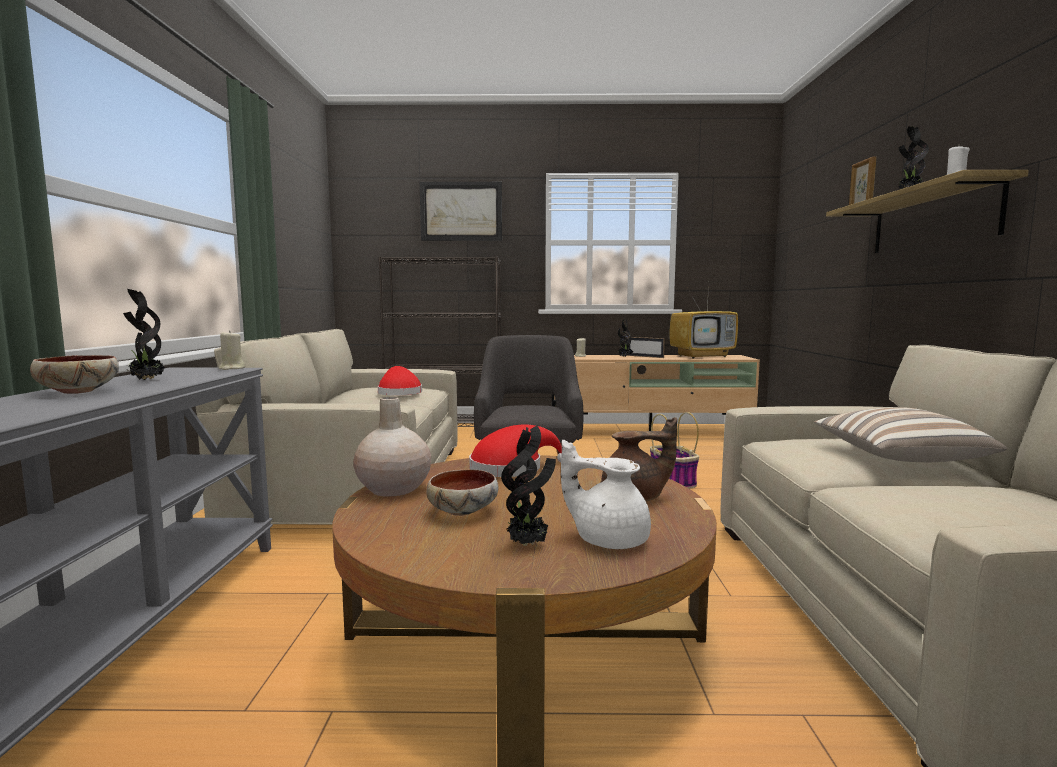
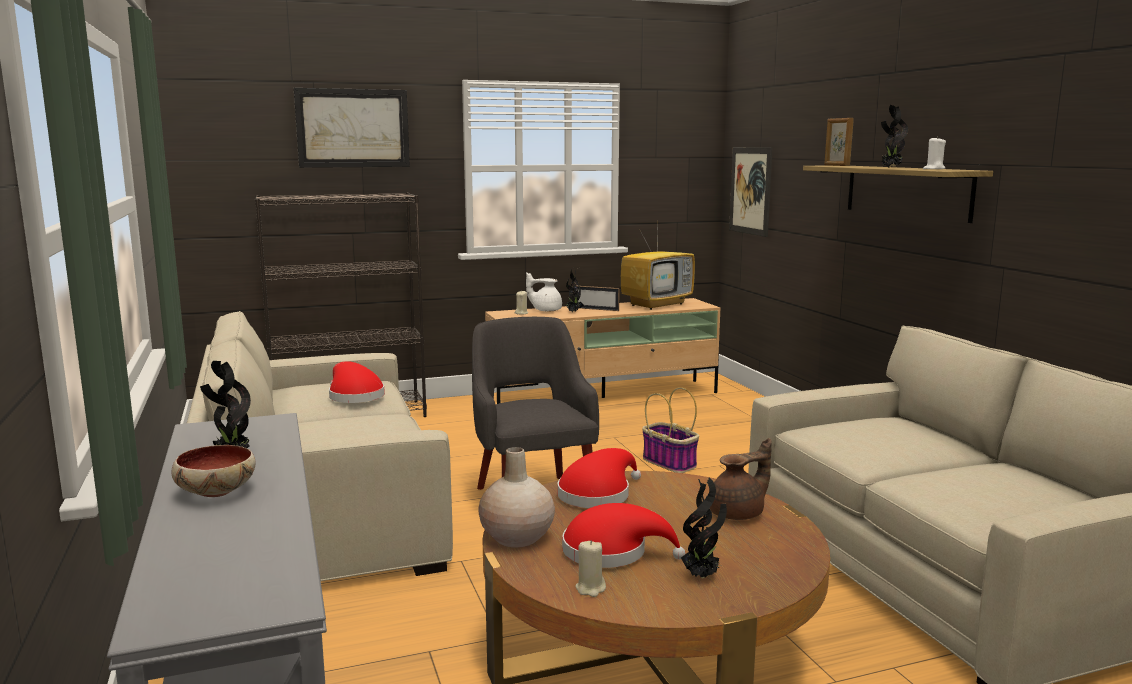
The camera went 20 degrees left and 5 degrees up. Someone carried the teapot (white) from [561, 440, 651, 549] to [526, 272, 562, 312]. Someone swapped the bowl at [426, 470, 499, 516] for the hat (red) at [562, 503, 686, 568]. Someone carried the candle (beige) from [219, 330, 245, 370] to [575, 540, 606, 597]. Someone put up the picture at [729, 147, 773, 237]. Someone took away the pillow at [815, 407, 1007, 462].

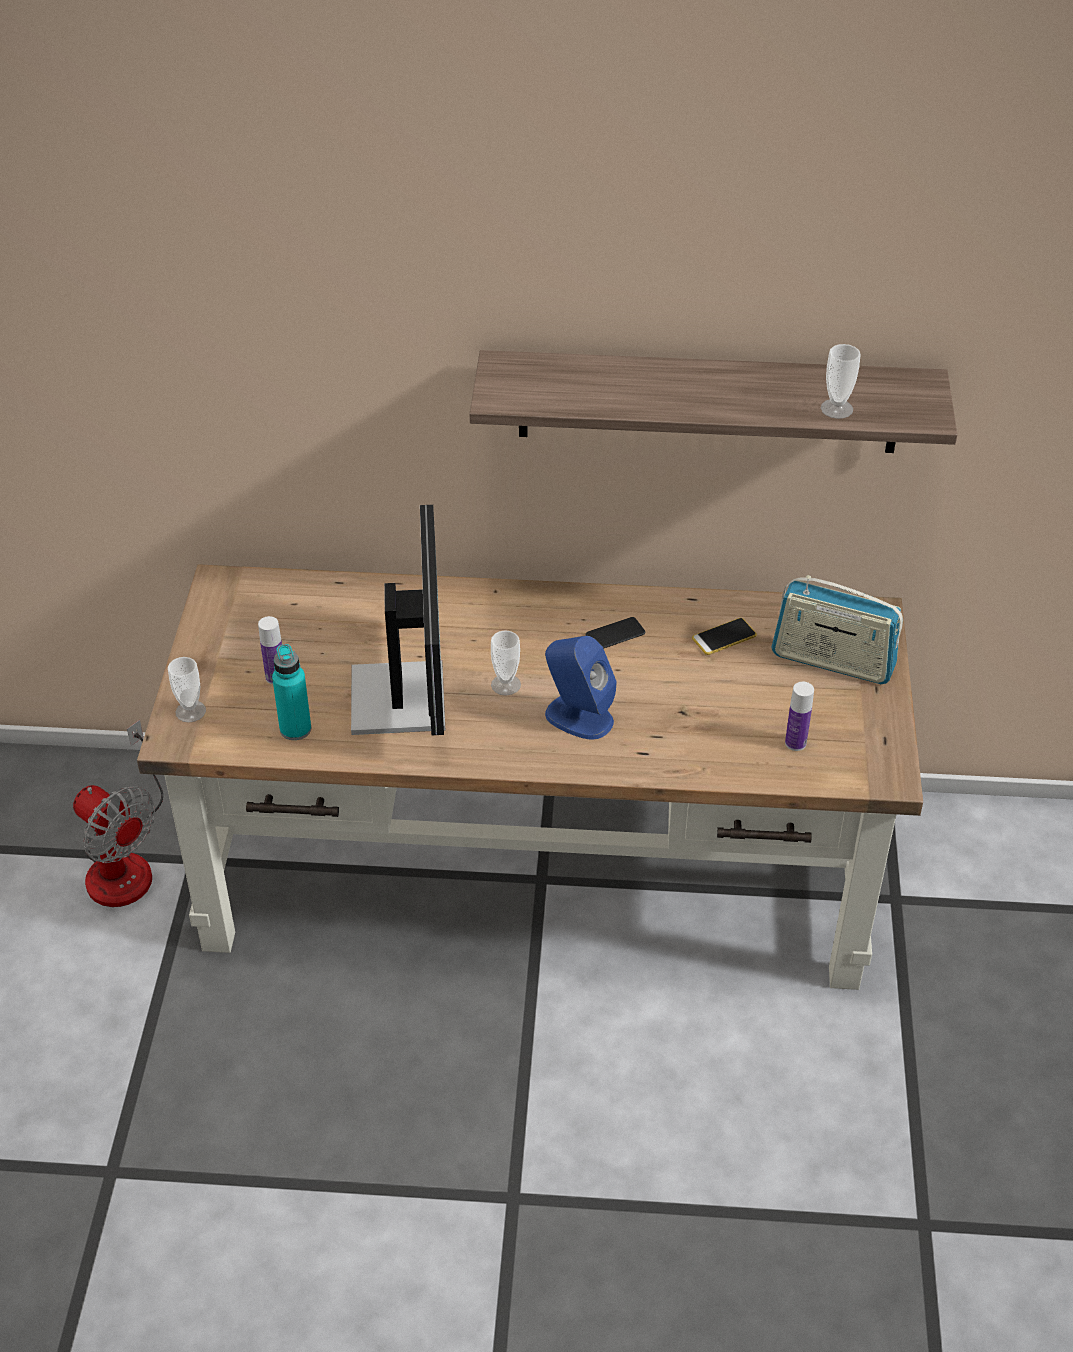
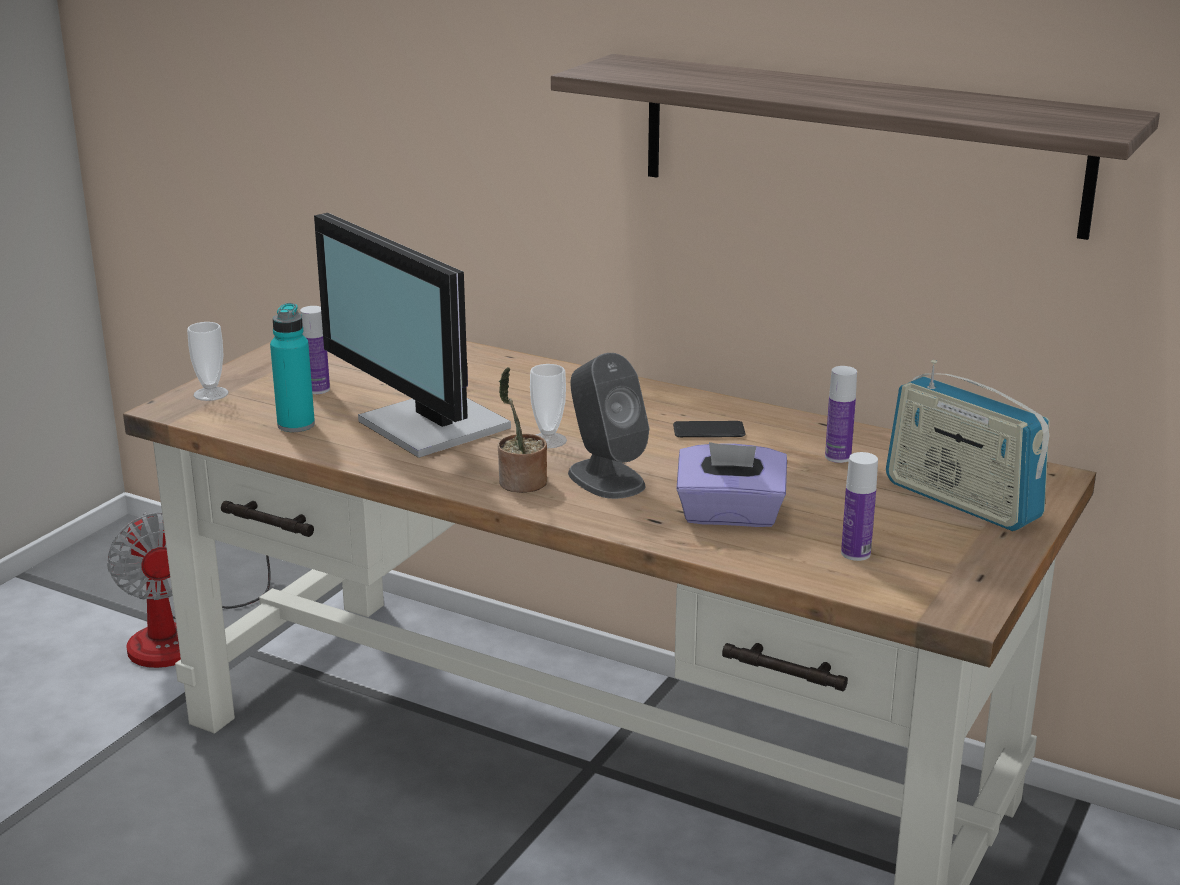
The camera went 25 degrees right and 20 degrees down. Someone rotated the monitor at [351, 505, 445, 735] by 120 degrees clockwise. Someone put down the potted plant at [498, 367, 547, 493]. Someone repainted the speaker (blue) at [545, 636, 617, 740], which became the speaker (grey) at [568, 353, 649, 499]. Someone put down the tissue box (purple) at [676, 442, 787, 527]. Someone swapped the phone at [692, 618, 757, 655] for the bottle at [825, 366, 857, 463]. Someone took away the cup at [821, 344, 861, 419].

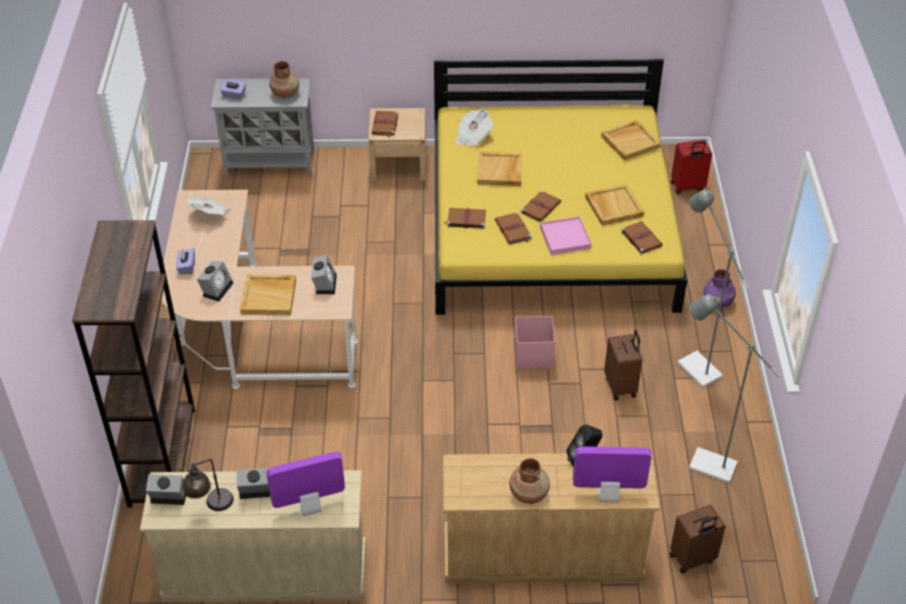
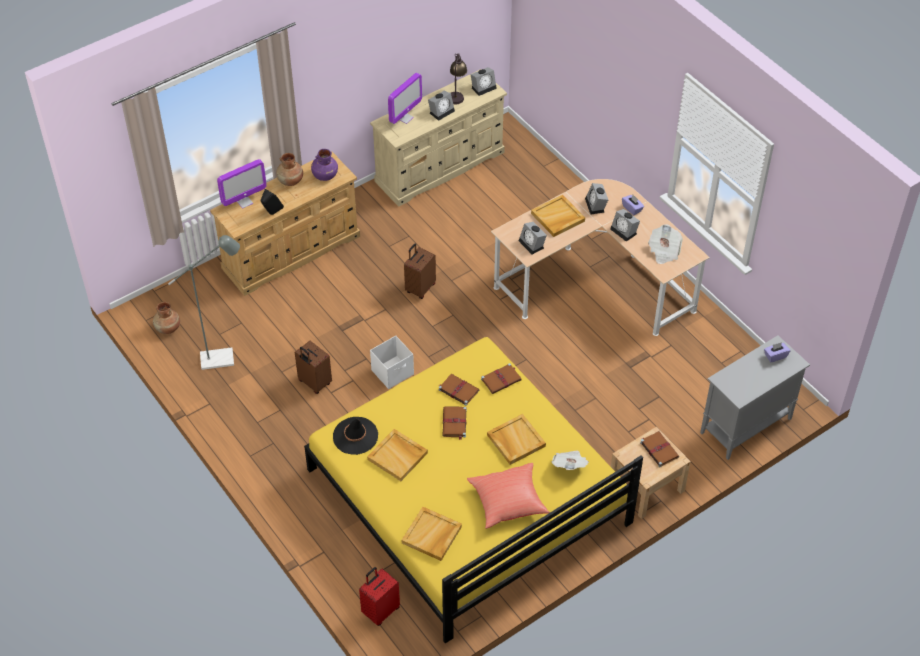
The camera went 145 degrees right and 5 degrees up. Someone carried the vase (brown) from [269, 61, 299, 98] to [153, 302, 180, 334]. Someone carried the vase (purple) from [704, 269, 736, 308] to [311, 149, 338, 181]. Someone swapped the book (brown) at [621, 221, 663, 254] for the hat (black) at [333, 417, 378, 455]. Someone repainted the storage box (pink) at [514, 316, 555, 369], which became the storage box (white) at [370, 336, 414, 389]. Someone carried the suitcase (brown) from [670, 505, 726, 574] to [404, 244, 436, 299]. Someone put down the pillow (red) at [467, 463, 549, 529]. Someone put down the alarm clock at [610, 209, 640, 242]. Someone took away the bookcase (brown) at [72, 220, 195, 508]. Someone took away the tray (pink) at [540, 217, 591, 255]. Someone took away the floor lamp (grey) at [677, 189, 749, 388].

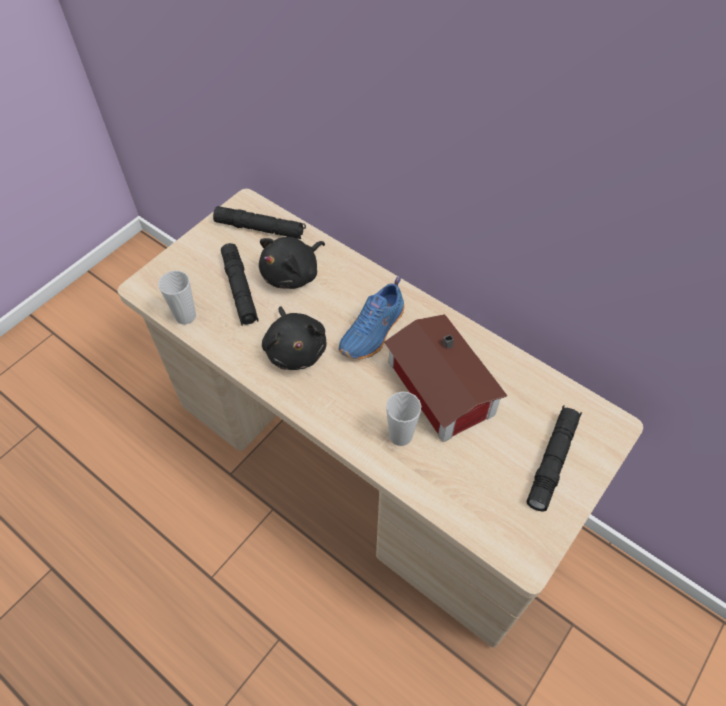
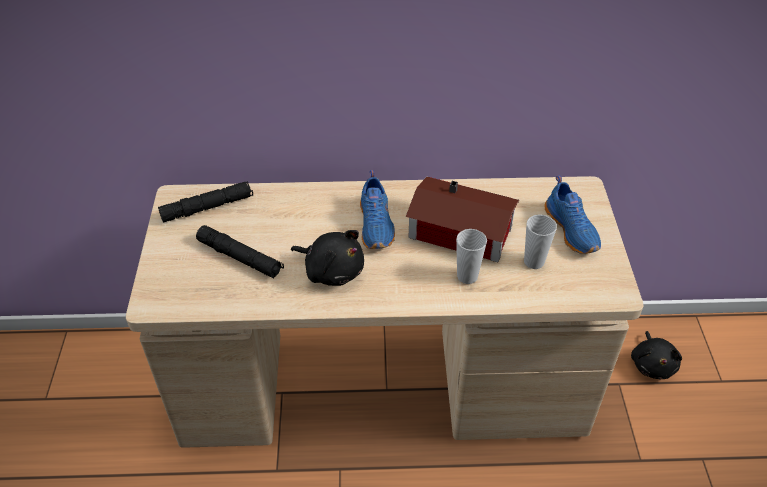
The camera went 40 degrees left and 10 degrees down. Someone carried the cup from [158, 271, 196, 324] to [524, 214, 557, 269]. Someone swapped the flashlight (black) at [526, 405, 582, 512] for the shoe (blue) at [544, 175, 601, 254]. Someone carried the plush toy (black) from [259, 237, 325, 289] to [631, 331, 682, 379].

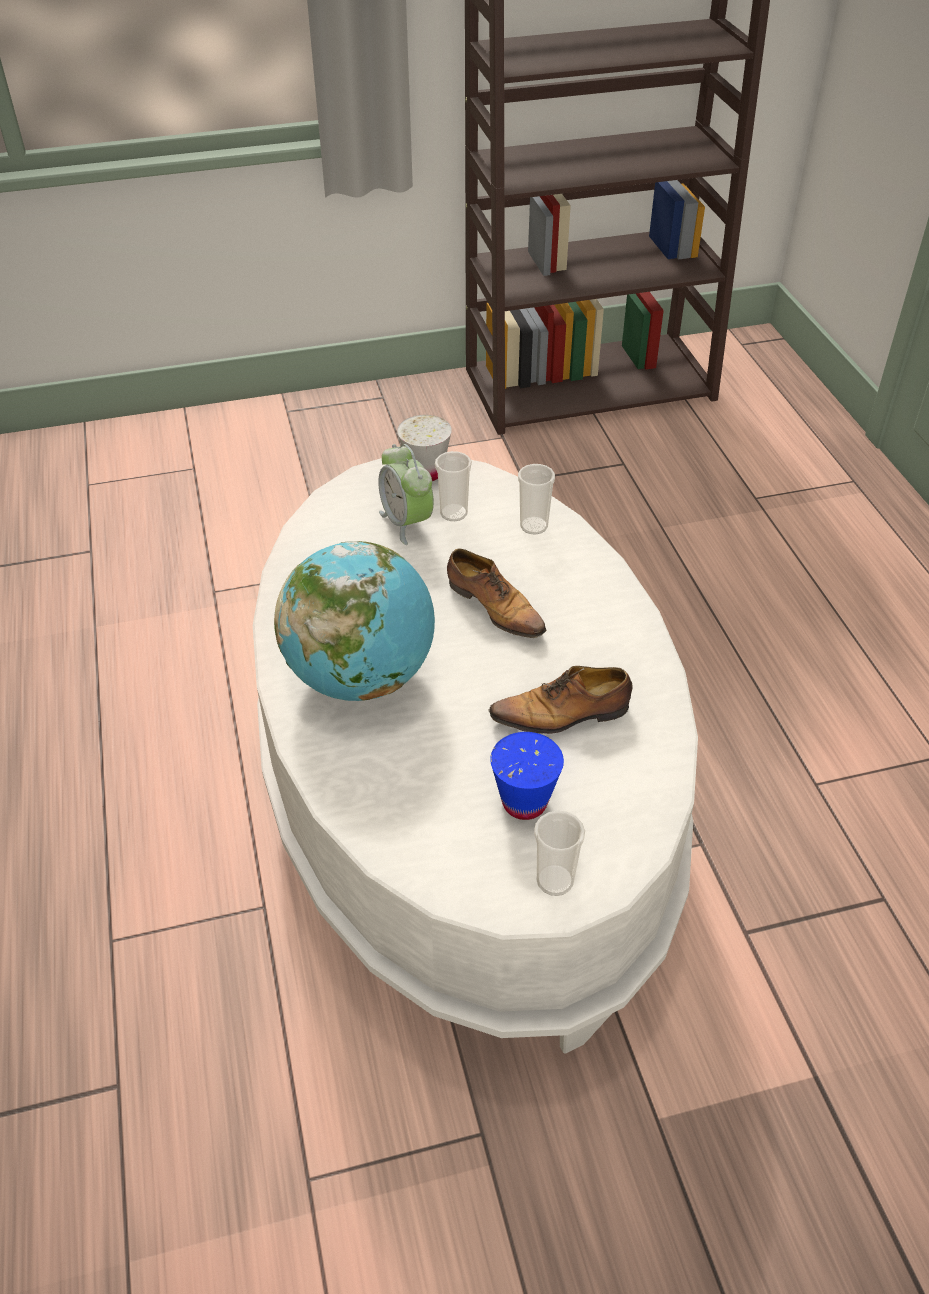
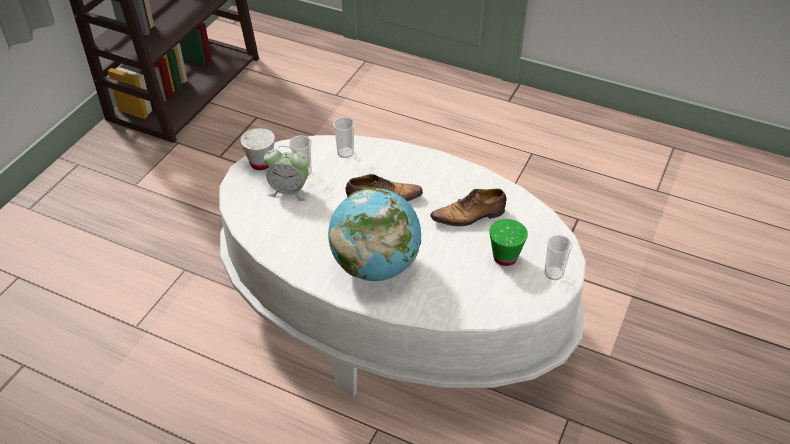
The camera went 50 degrees left and 0 degrees up. Someone rotated the shoe at [489, 666, 633, 734] by 45 degrees clockwise. Someone repainted the cup (blue) at [490, 732, 564, 820], which became the cup (green) at [489, 219, 528, 266].

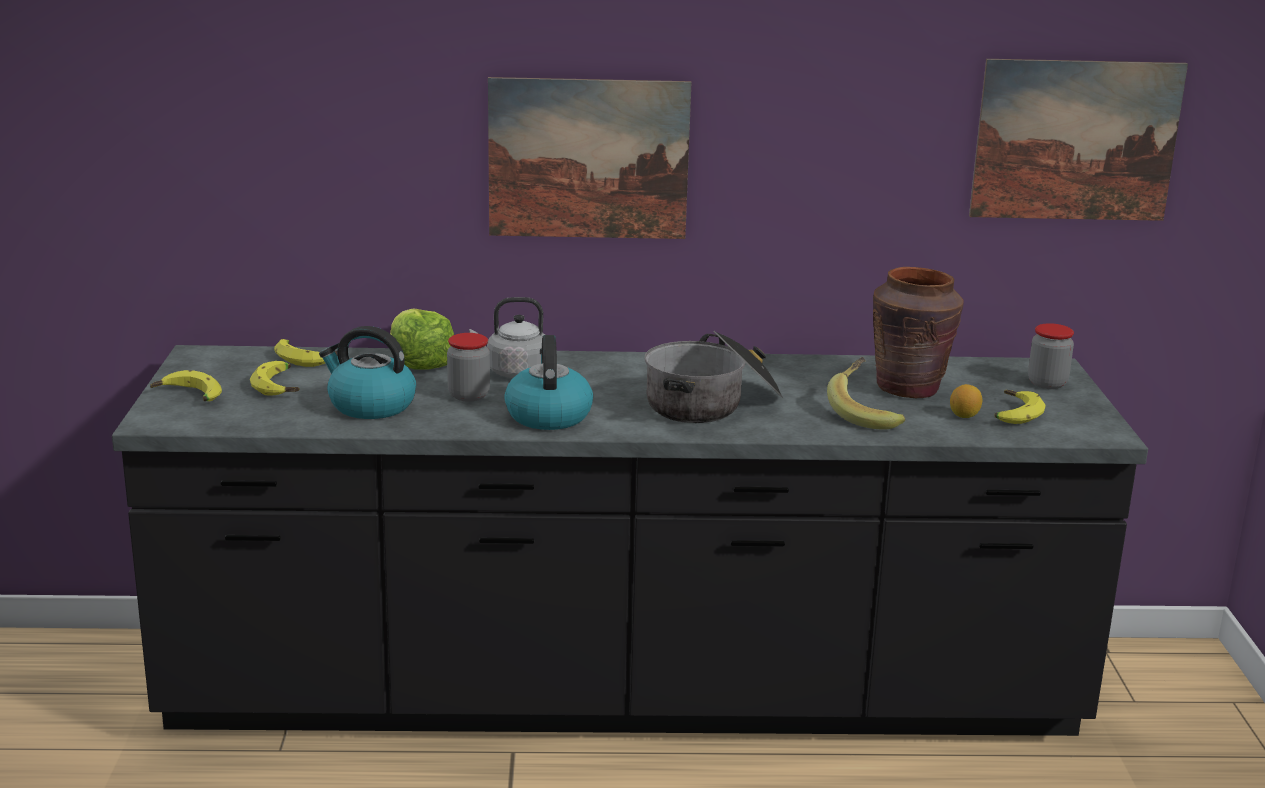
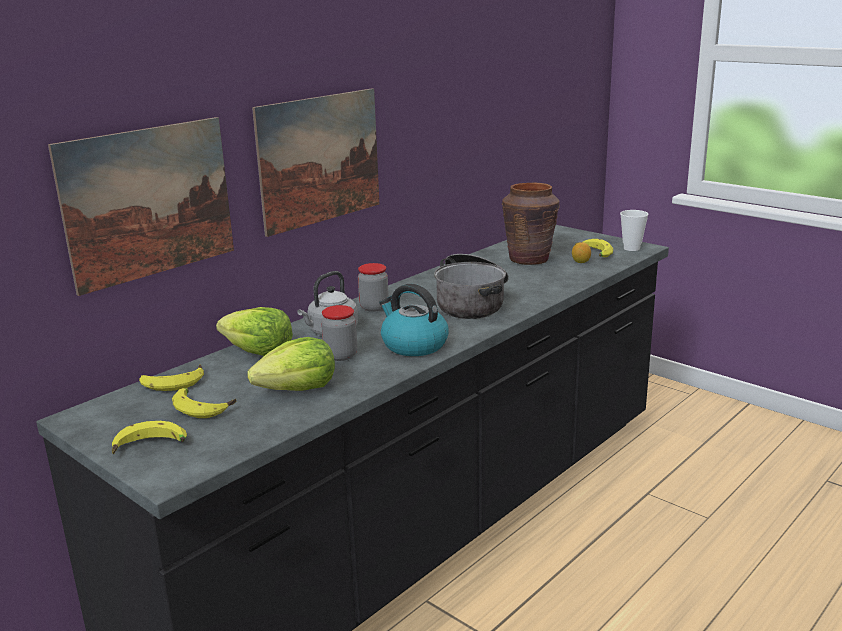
The camera went 45 degrees left and 0 degrees up. Someone carried the picture from [969, 59, 1188, 221] to [48, 117, 234, 296]. Someone swapped the kettle at [319, 326, 416, 419] for the lettuce at [247, 337, 335, 391]. Someone carried the jar from [1028, 323, 1074, 389] to [358, 263, 389, 312]. Someone put down the cup at [620, 210, 648, 251]. Someone took away the banana at [827, 357, 905, 430].

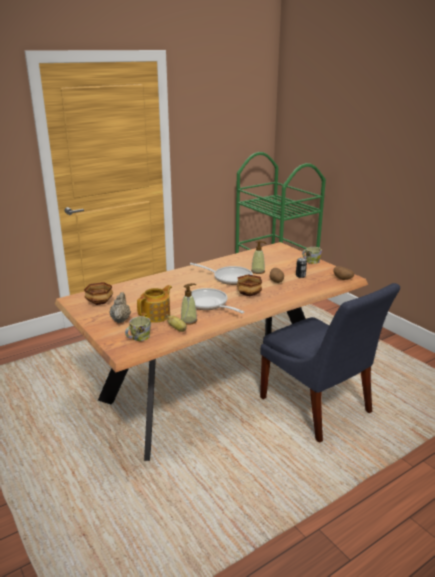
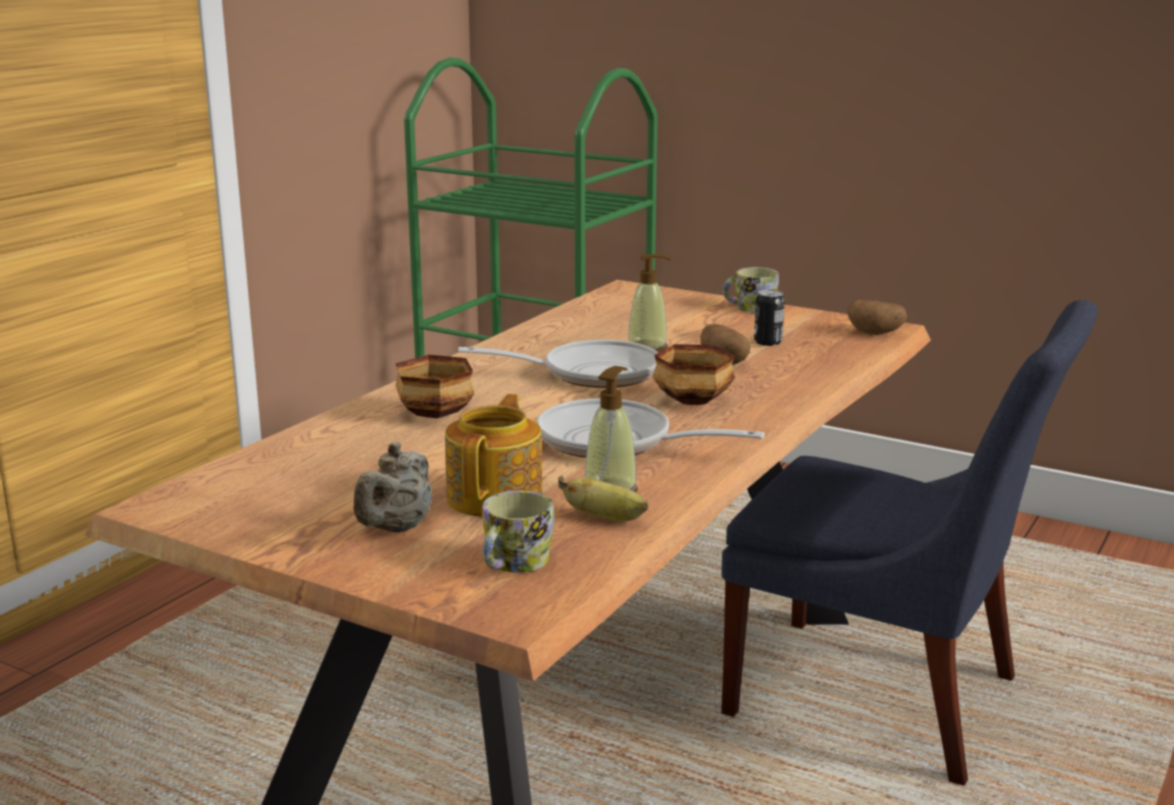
The camera went 25 degrees left and 5 degrees down. Someone rotated the teapot (beige) at [109, 292, 131, 323] by 135 degrees counterclockwise. Someone carried the bowl from [84, 282, 113, 305] to [395, 355, 475, 418].

